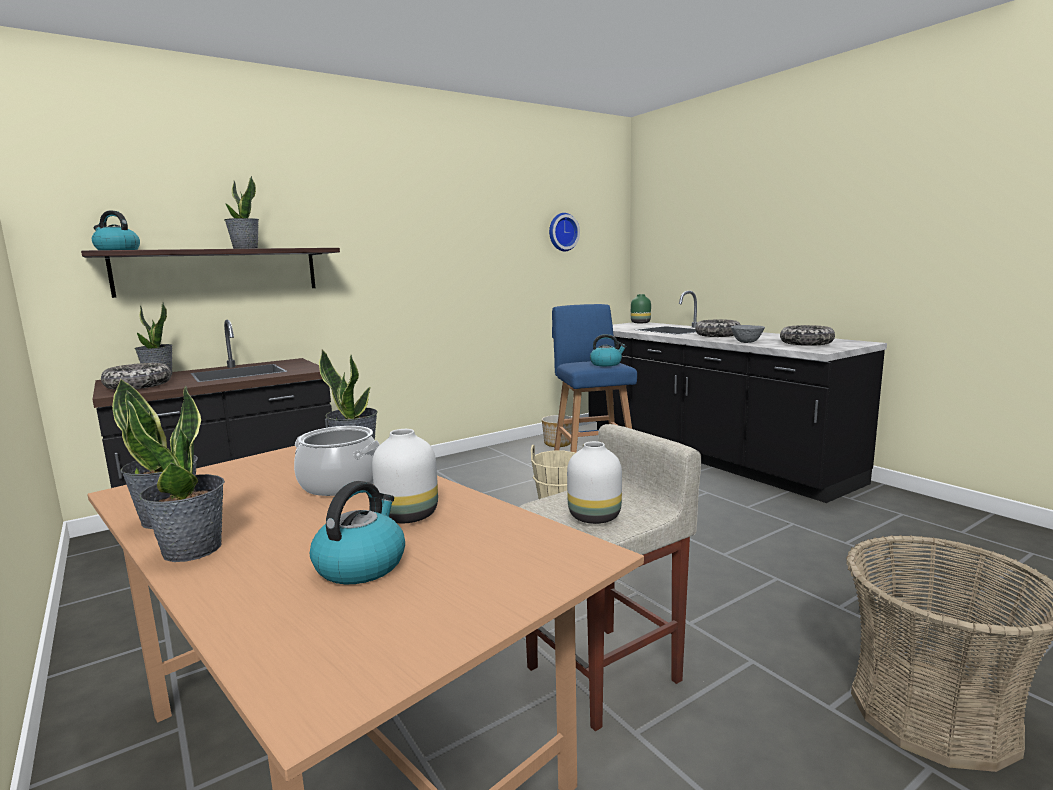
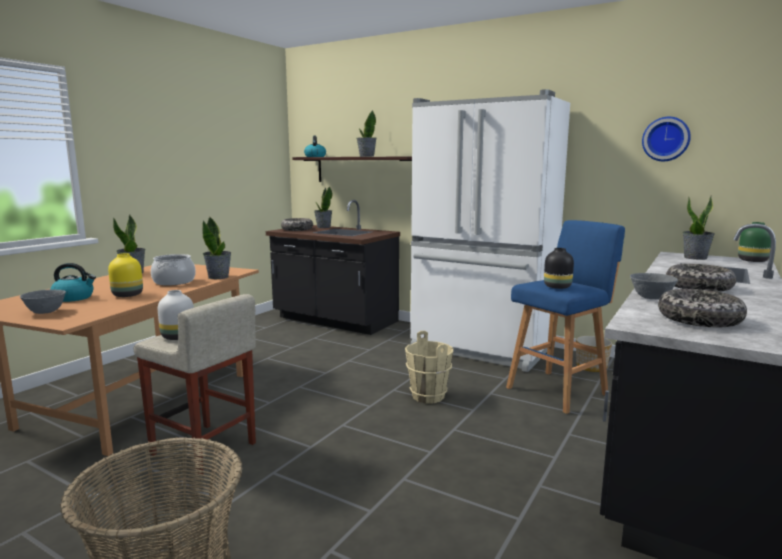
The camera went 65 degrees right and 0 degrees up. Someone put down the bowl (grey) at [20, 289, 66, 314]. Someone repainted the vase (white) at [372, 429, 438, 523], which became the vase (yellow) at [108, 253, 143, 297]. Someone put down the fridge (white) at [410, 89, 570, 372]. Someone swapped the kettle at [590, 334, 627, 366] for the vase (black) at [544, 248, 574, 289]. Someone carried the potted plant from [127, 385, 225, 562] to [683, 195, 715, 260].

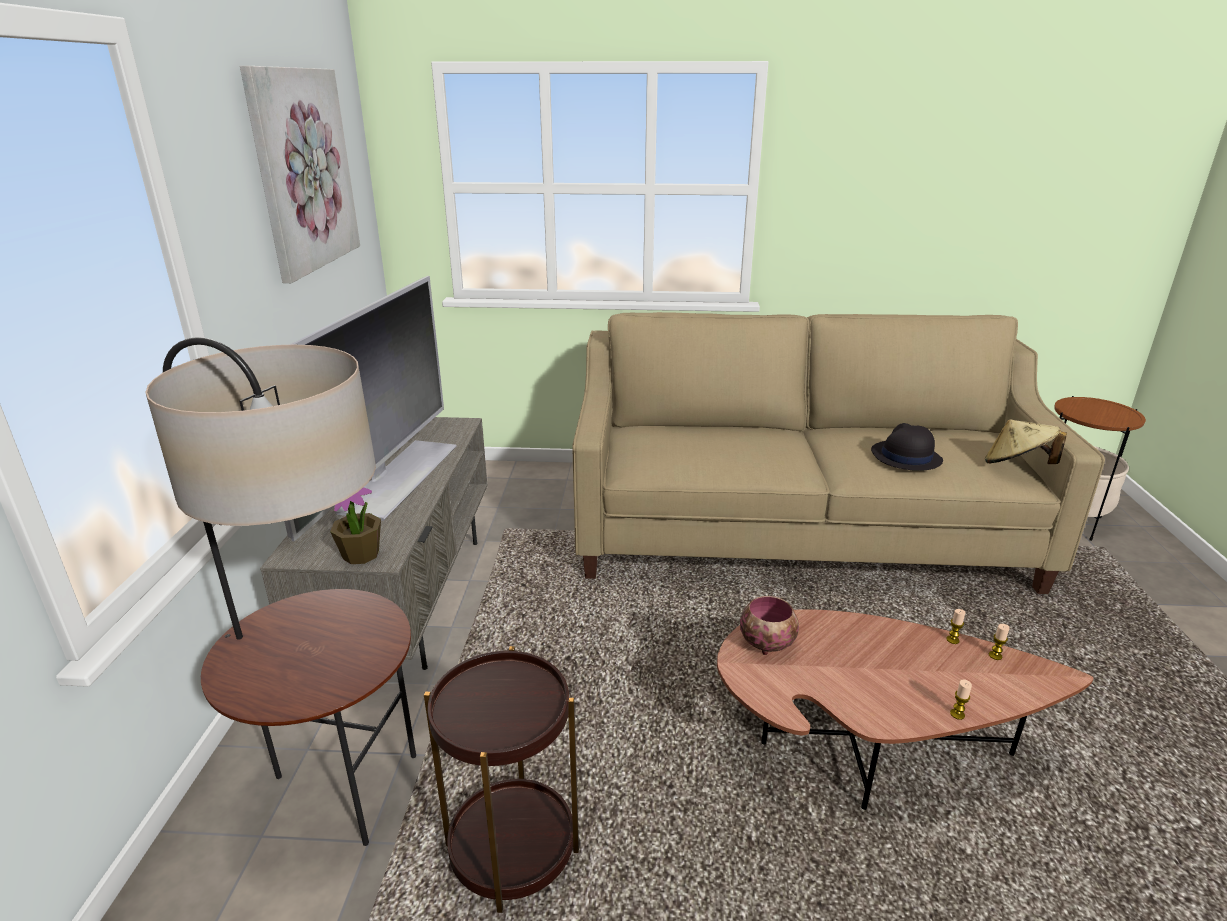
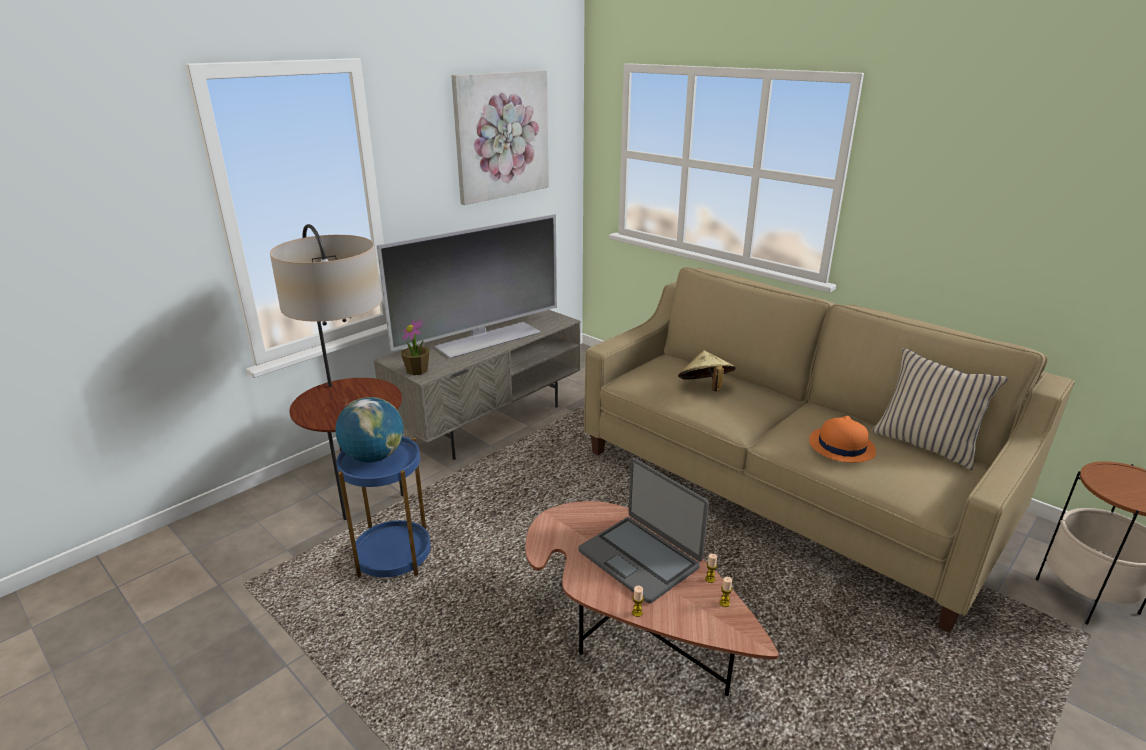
The camera went 40 degrees right and 0 degrees up. Someone put down the globe at [335, 397, 403, 463]. Someone repainted the side table (brown) at [424, 646, 579, 913], which became the side table (blue) at [336, 436, 431, 577]. Someone put down the laptop at [578, 458, 709, 604]. Someone carried the hat (beige) from [985, 419, 1067, 464] to [678, 350, 736, 392]. Someone repainted the hat (black) at [871, 423, 943, 471], which became the hat (orange) at [809, 416, 876, 463]. Someone put down the pillow (beige) at [872, 348, 1008, 470]. Someone took away the bowl at [740, 596, 799, 655].

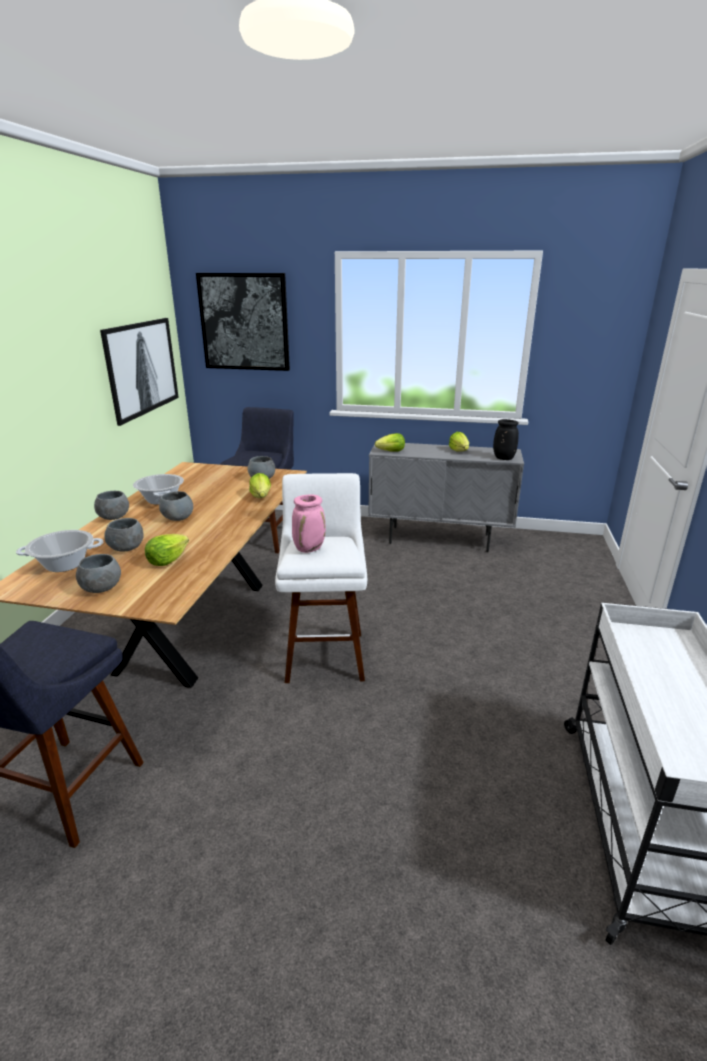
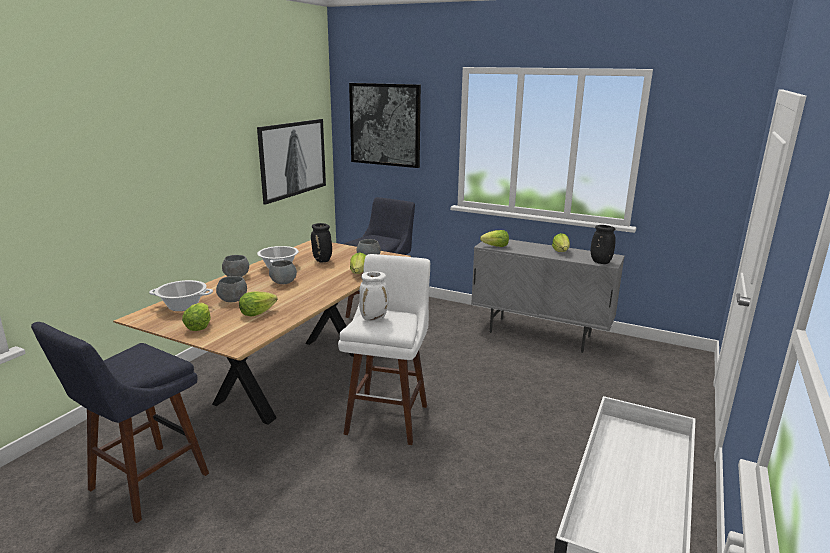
The camera went 15 degrees right and 5 degrees down. Someone swapped the bowl (grey) at [76, 554, 121, 593] for the lettuce at [182, 303, 211, 331]. Someone put down the vase (black) at [311, 223, 332, 263]. Someone repainted the vase (pink) at [292, 494, 326, 553], which became the vase (white) at [359, 272, 388, 321].

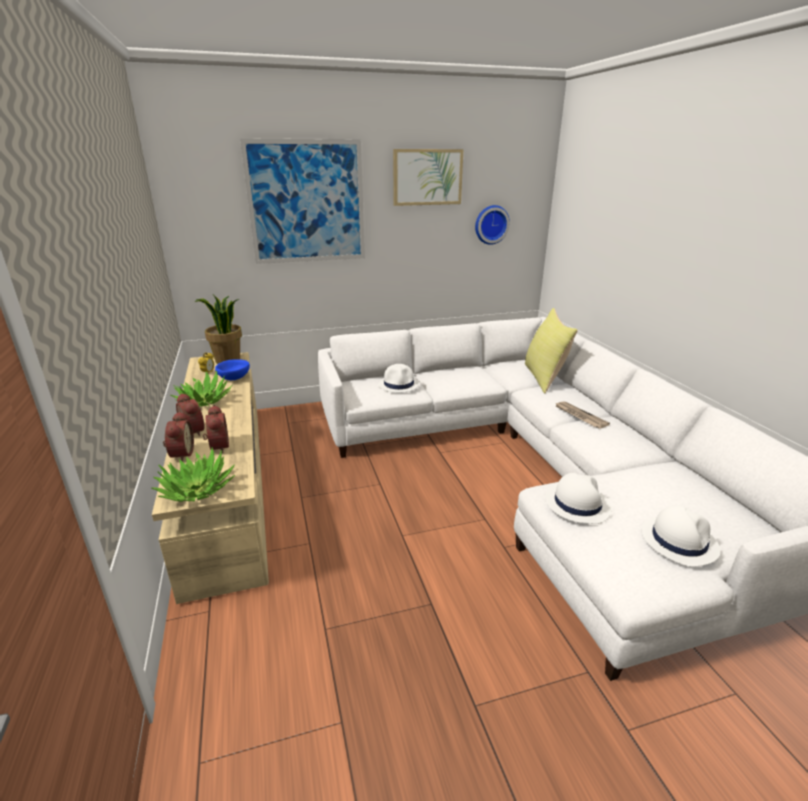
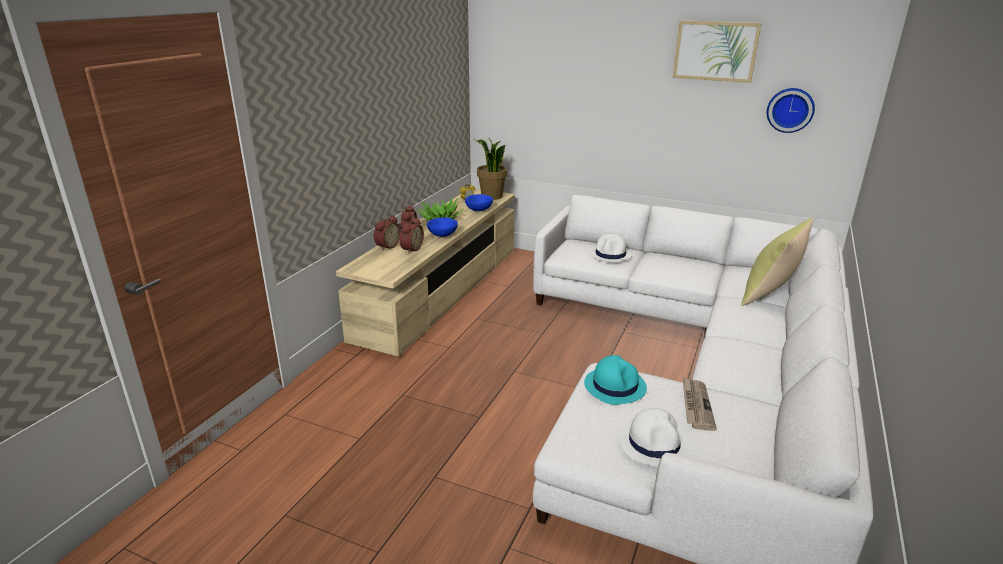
The camera went 40 degrees right and 0 degrees up. Someone put down the bowl (blue) at [427, 217, 458, 237]. Someone repainted the hat (white) at [545, 473, 612, 524], which became the hat (turquoise) at [584, 355, 647, 405]. Someone carried the newspaper from [555, 401, 610, 429] to [683, 377, 717, 431]. Someone took away the potted plant at [151, 447, 235, 502]. Someone took away the picture at [240, 138, 365, 264].

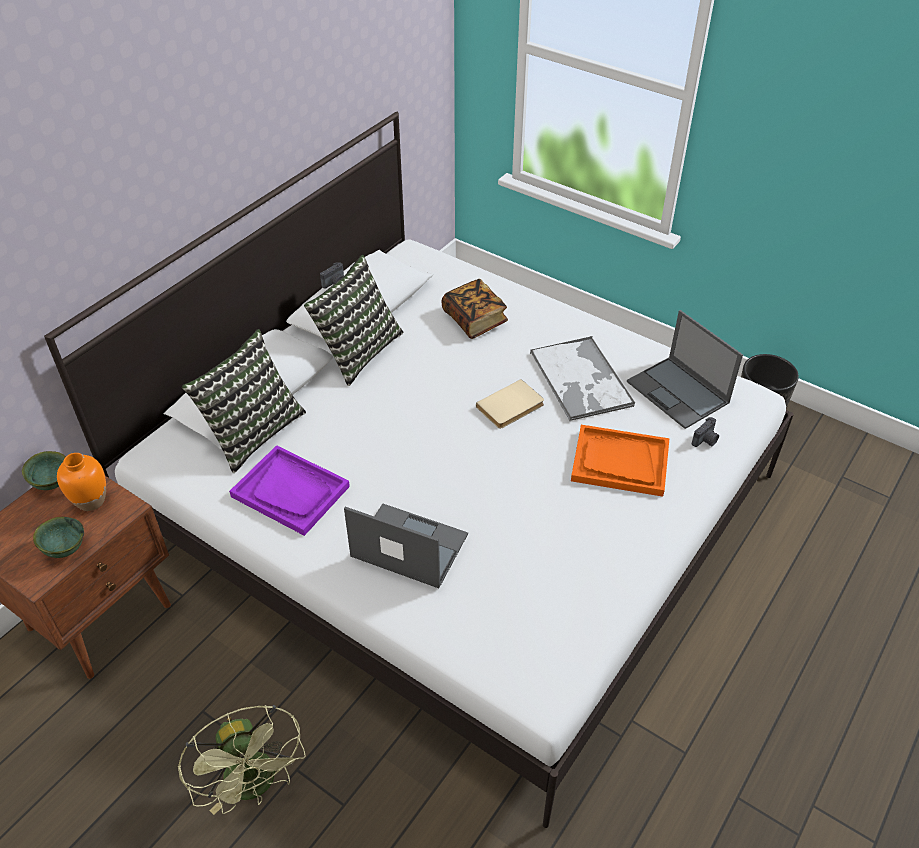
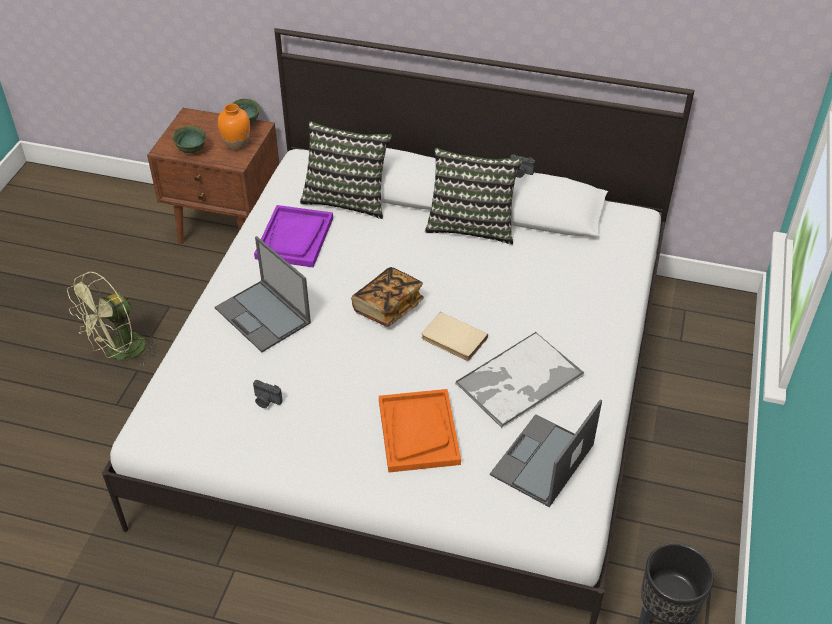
The camera went 70 degrees right and 0 degrees up. Someone rotated the laptop at [344, 503, 468, 588] by 135 degrees clockwise. Someone carried the photo camera from [692, 417, 719, 447] to [253, 380, 283, 408]. Someone carried the book from [442, 279, 508, 339] to [351, 267, 424, 327].

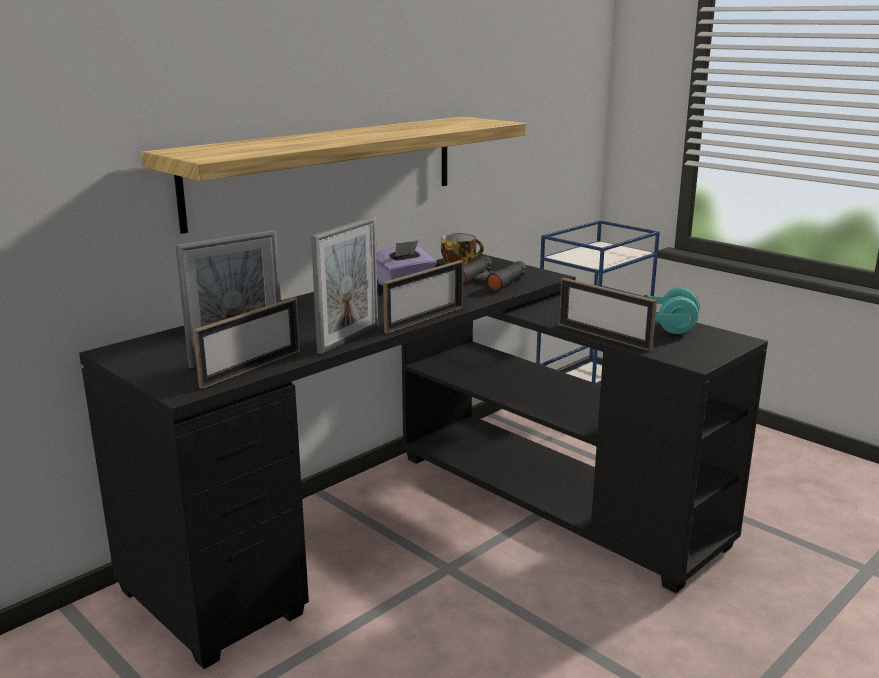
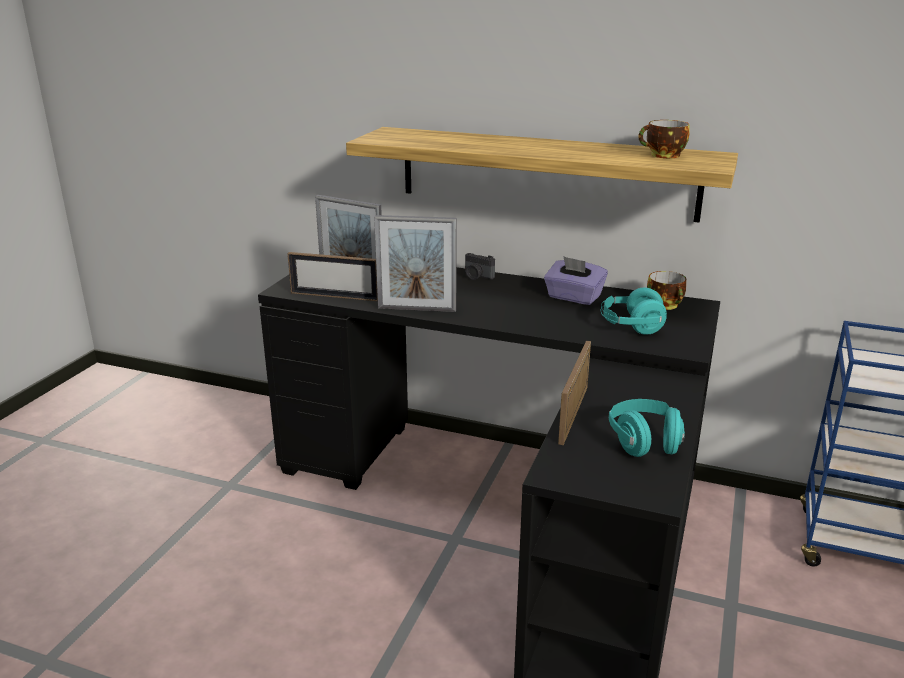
The camera went 65 degrees right and 5 degrees up. Someone put down the photo camera at [465, 253, 495, 280]. Someone swapped the binoculars (black) at [463, 256, 527, 292] for the headphones (turquoise) at [601, 288, 667, 335]. Someone put down the cup at [638, 120, 690, 158]. Someone took away the picture frame at [383, 260, 463, 334].

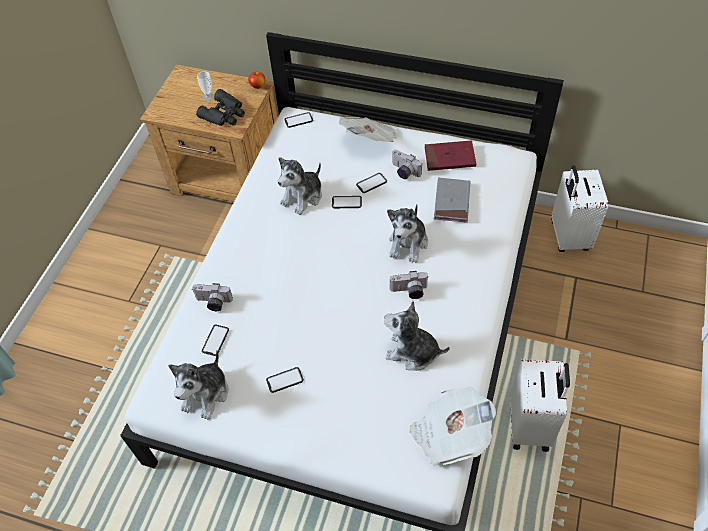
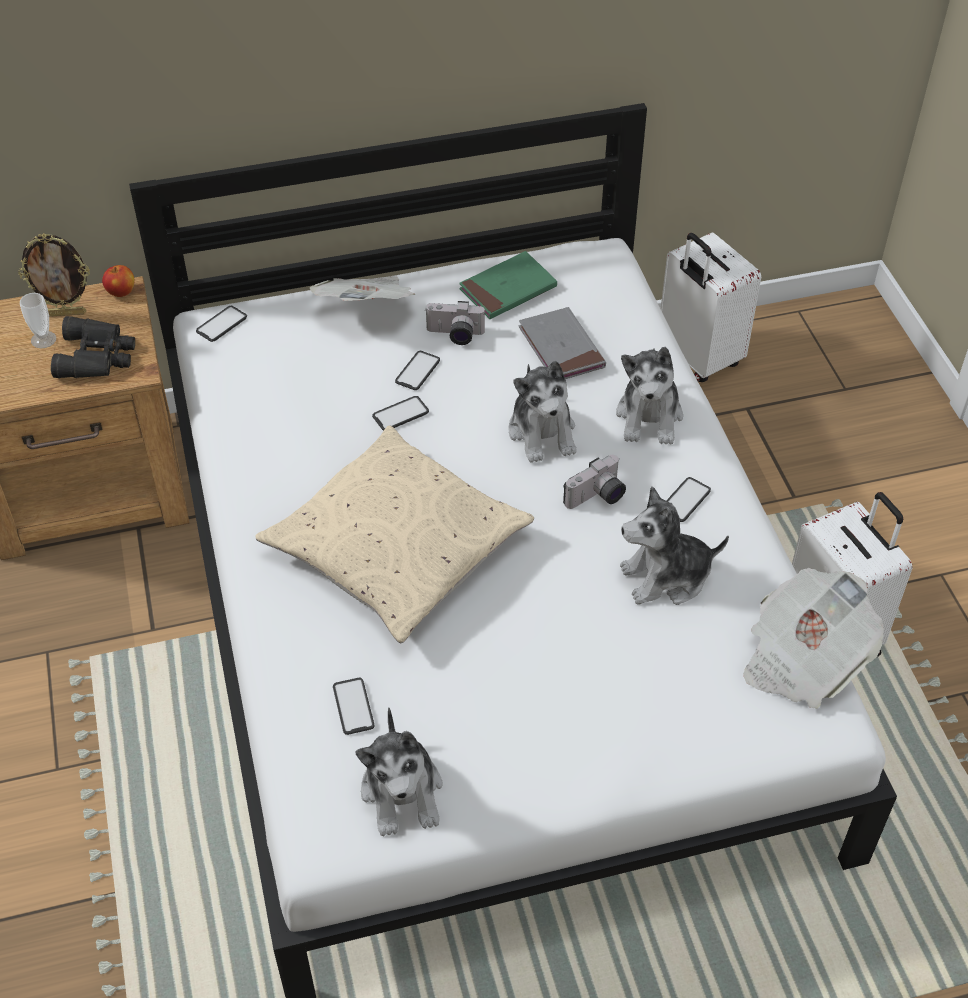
The camera went 35 degrees left and 5 degrees down. Someone put down the picture frame at [18, 233, 90, 317]. Someone put down the pillow (beige) at [255, 425, 534, 643]. Someone repainted the book (red) at [425, 140, 476, 171], which became the book (green) at [459, 251, 557, 319]. Someone carried the plush toy from [278, 157, 322, 215] to [616, 347, 683, 445]. Someone carried the phone from [266, 367, 304, 393] to [666, 477, 711, 522]. Someone took away the photo camera at [192, 283, 233, 311].

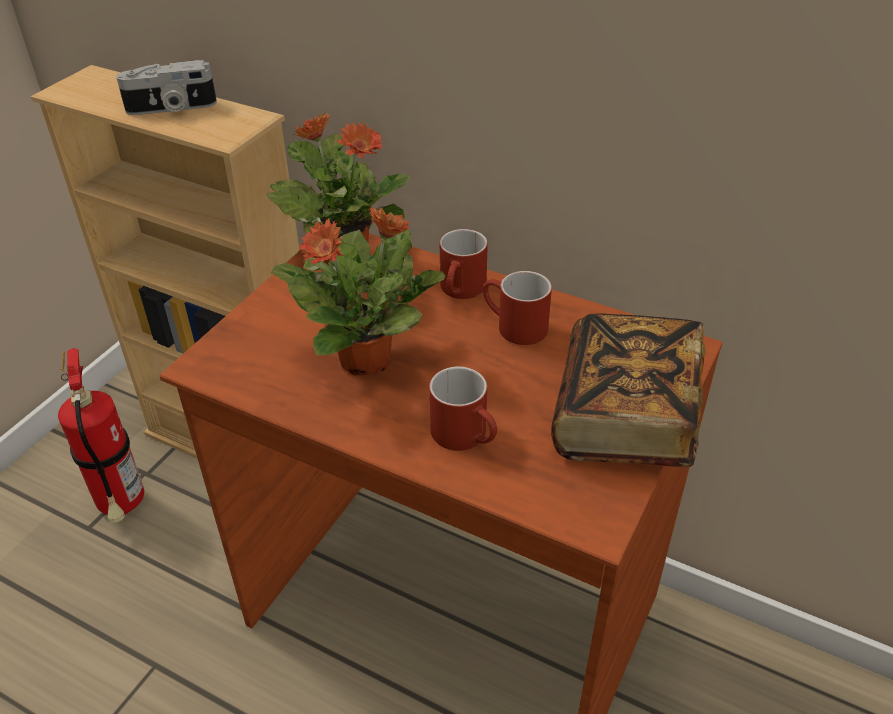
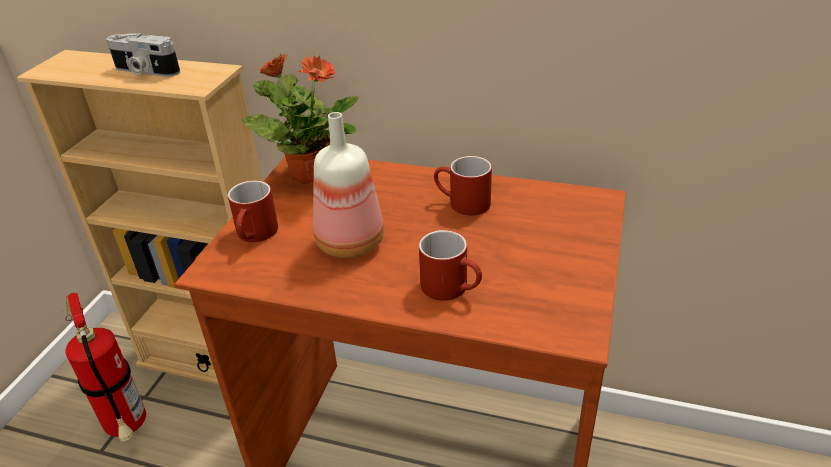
The camera went 10 degrees left and 5 degrees down. Someone rotated the photo camera at [116, 60, 217, 115] by 45 degrees clockwise. Someone carried the mug (red) from [440, 229, 488, 299] to [228, 180, 278, 242]. Someone swapped the potted plant at [271, 206, 445, 376] for the bottle at [313, 112, 384, 258]. Someone took away the book at [551, 313, 706, 467].

